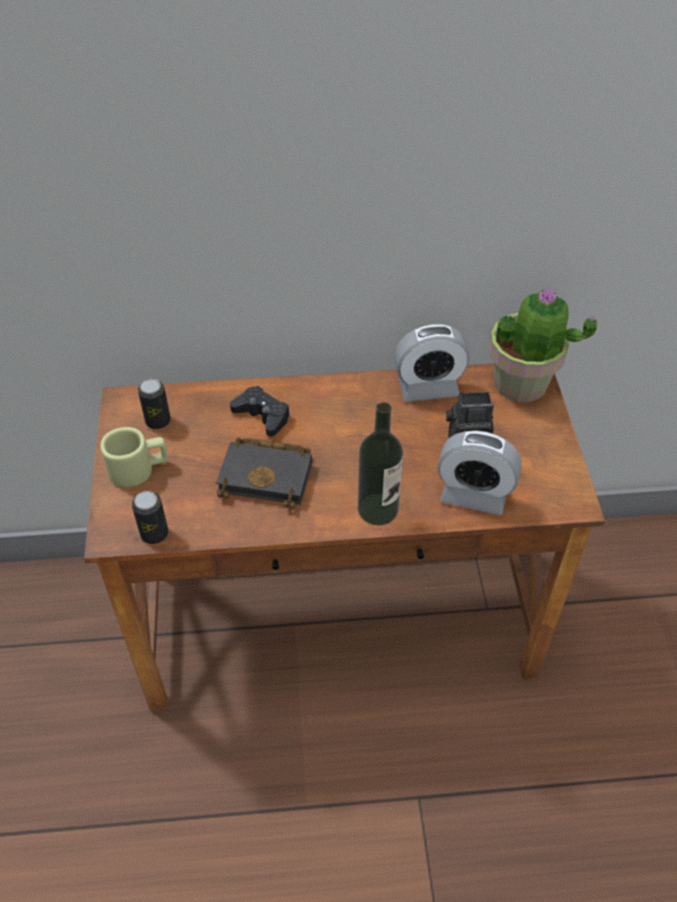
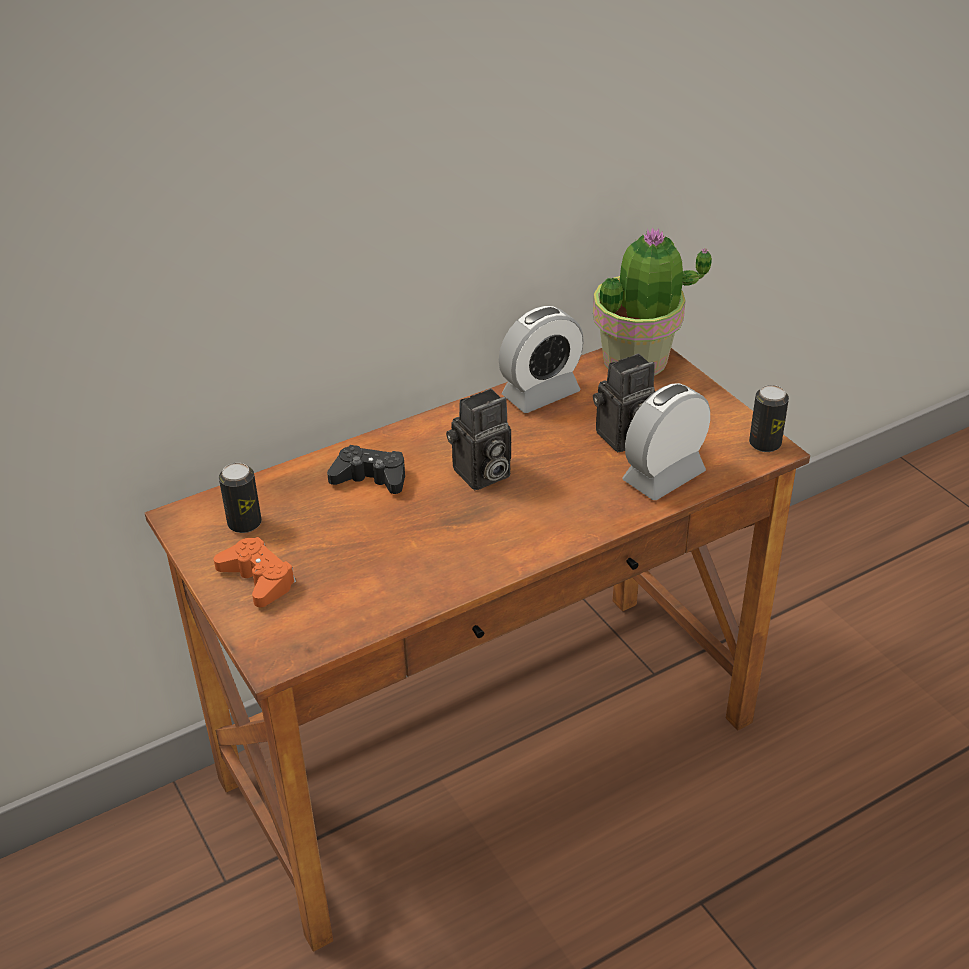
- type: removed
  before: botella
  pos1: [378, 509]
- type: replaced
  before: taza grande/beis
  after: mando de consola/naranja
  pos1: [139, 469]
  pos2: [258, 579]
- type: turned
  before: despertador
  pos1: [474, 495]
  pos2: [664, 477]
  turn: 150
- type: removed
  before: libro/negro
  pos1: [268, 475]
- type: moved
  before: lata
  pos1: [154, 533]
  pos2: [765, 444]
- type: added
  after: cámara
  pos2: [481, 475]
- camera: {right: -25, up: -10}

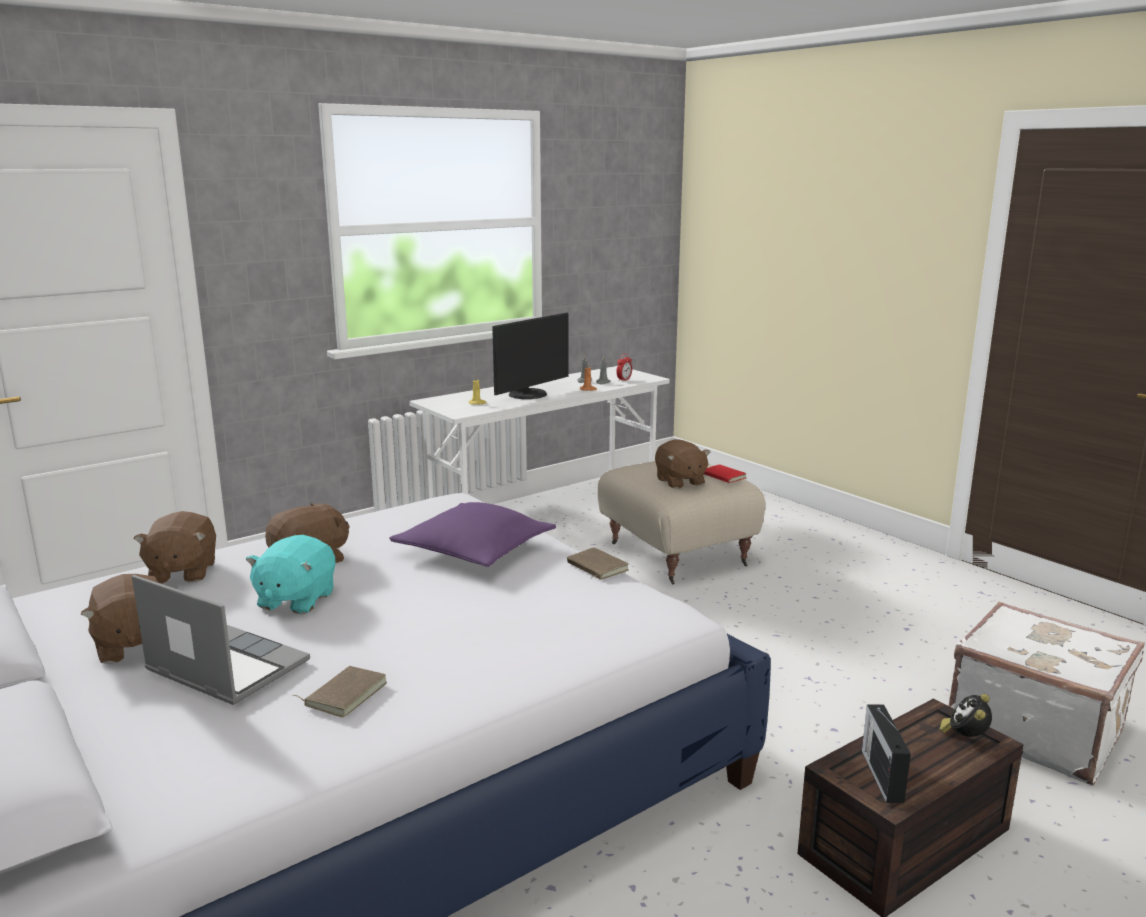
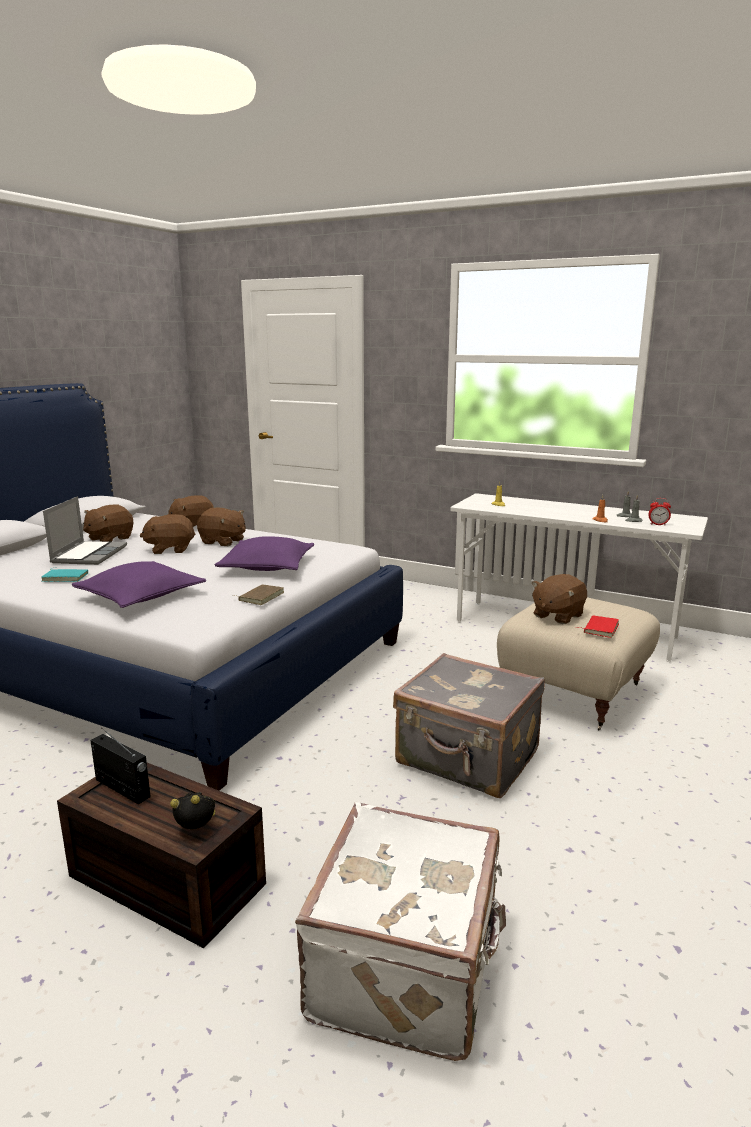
- type: removed
  before: monitor
  pos1: [529, 395]
- type: recoloured
  before: peluche/turquesa
  after: peluche/marrón
  pos1: [295, 600]
  pos2: [170, 549]
- type: recoloured
  before: libro/marrón
  after: libro/turquesa
  pos1: [344, 694]
  pos2: [66, 577]
- type: turned
  before: radio
  pos1: [882, 774]
  pos2: [123, 789]
  turn: 60
- type: added
  after: cojín/morado
  pos2: [141, 596]
- type: added
  after: maleta/gris
  pos2: [467, 759]
- camera: {right: 65, up: 0}

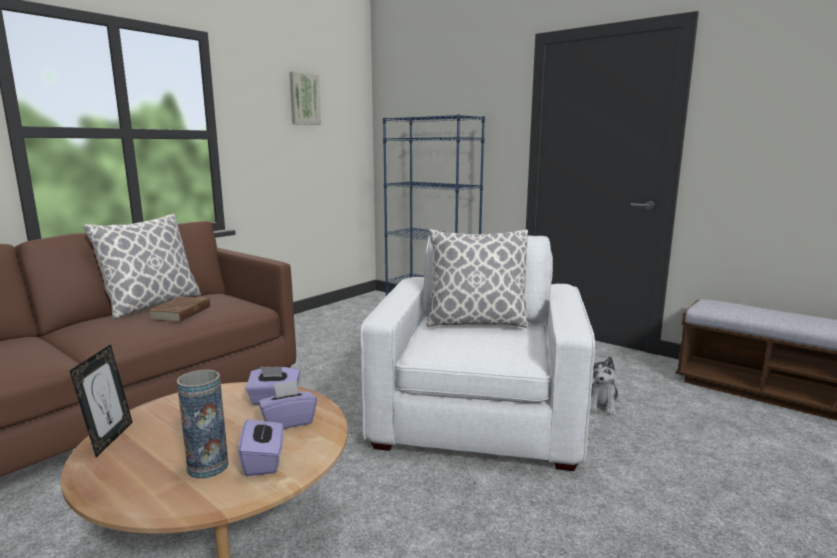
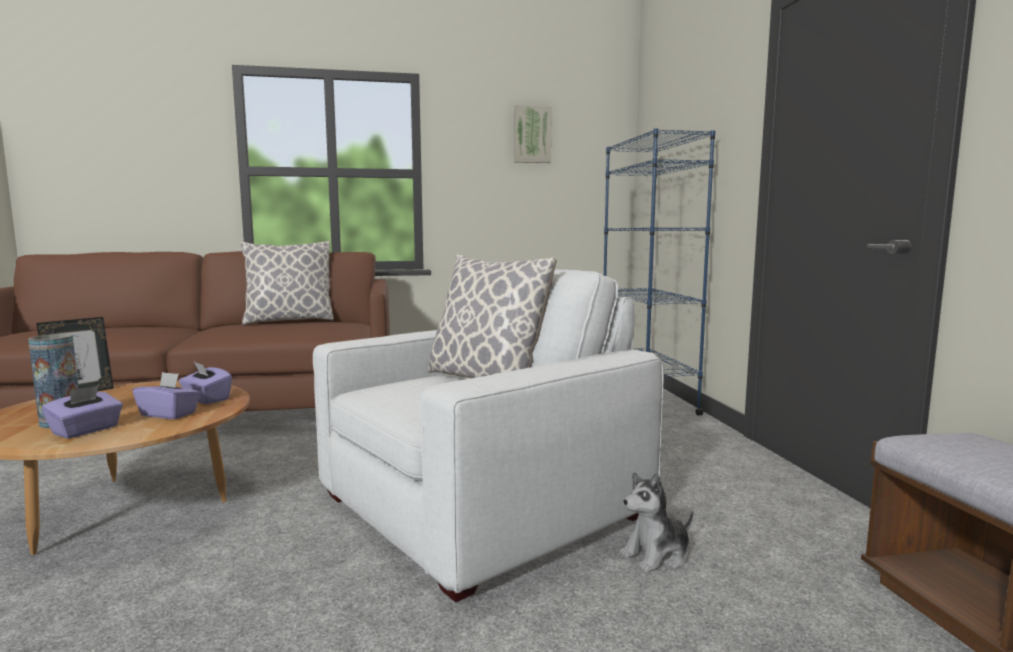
- type: removed
  before: libro/marrón
  pos1: [181, 313]
- camera: {right: 40, up: -5}

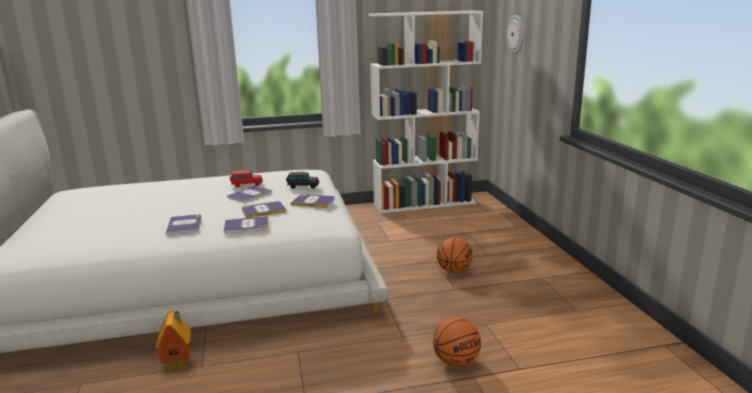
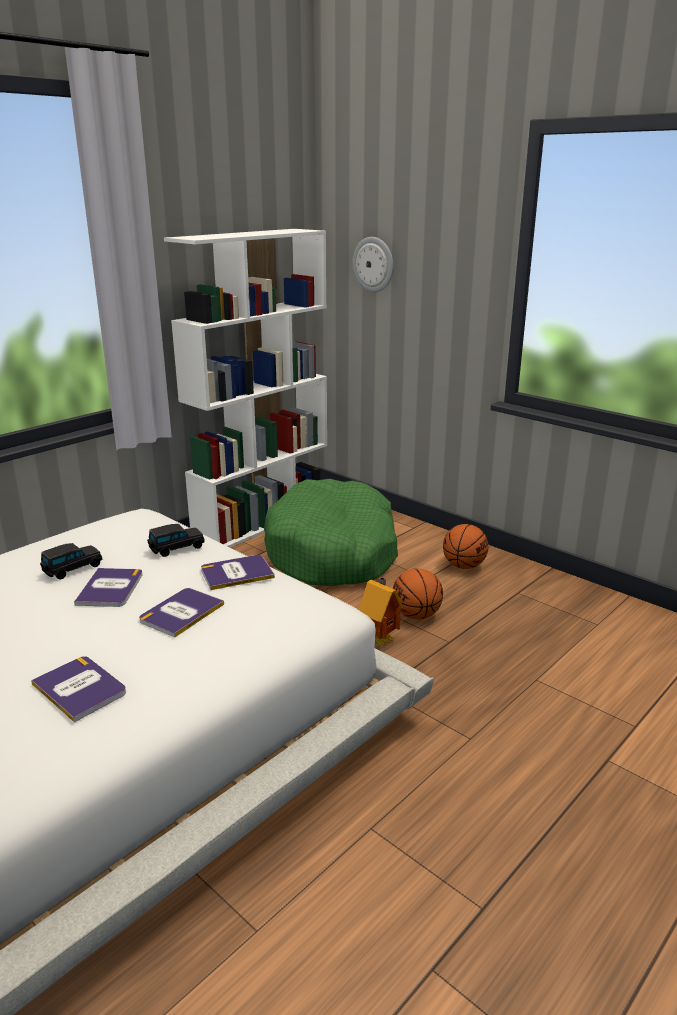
- type: recoloured
  before: coche de juguete/rojo
  after: coche de juguete/negro
  pos1: [246, 185]
  pos2: [72, 569]
- type: removed
  before: libro
  pos1: [246, 226]
- type: moved
  before: casita
  pos1: [179, 366]
  pos2: [380, 639]
- type: moved
  before: balón de baloncesto
  pos1: [456, 361]
  pos2: [463, 566]
- type: added
  after: cama para perro/verde
  pos2: [333, 552]
- camera: {right: -35, up: 5}

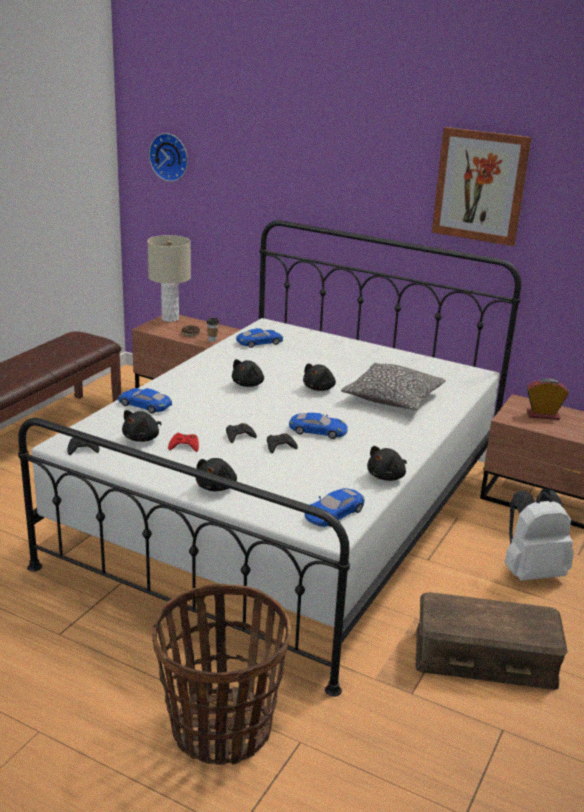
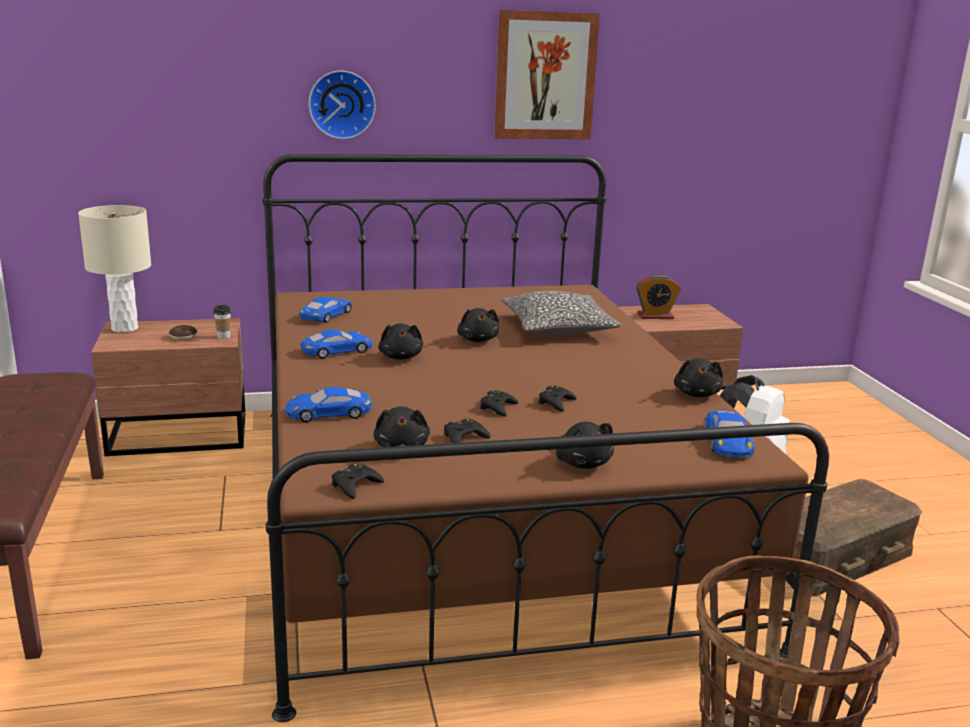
- type: moved
  before: reloj de pared
  pos1: [170, 157]
  pos2: [341, 104]
- type: recoloured
  before: cama/blanco
  after: cama/marrón
  pos1: [286, 513]
  pos2: [479, 510]
- type: turned
  before: despertador
  pos1: [543, 415]
  pos2: [655, 316]
  turn: -150
- type: moved
  before: coche de juguete/azul
  pos1: [318, 430]
  pos2: [337, 350]
- type: recoloured
  before: mando de consola/rojo
  after: mando de consola/negro
  pos1: [184, 446]
  pos2: [464, 437]
- camera: {right: -40, up: -5}

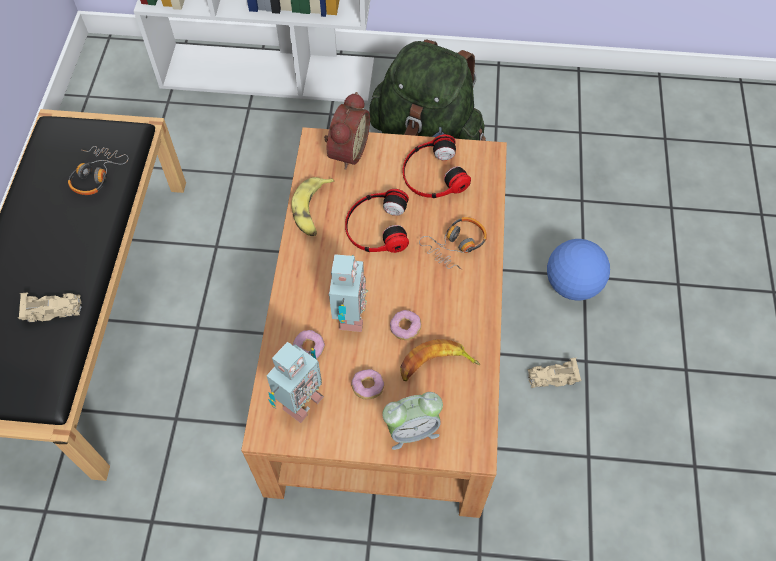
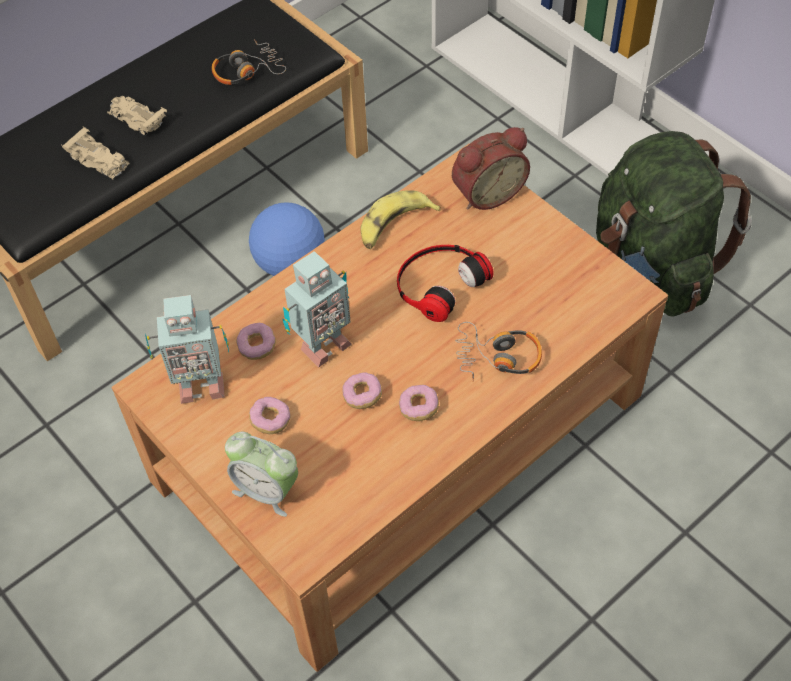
- type: removed
  before: auriculares
  pos1: [433, 174]
- type: moved
  before: balón de fútbol
  pos1: [572, 284]
  pos2: [290, 264]
- type: removed
  before: plátano
  pos1: [436, 365]
- type: moved
  before: coche de juguete/beis
  pos1: [552, 377]
  pos2: [137, 119]
- type: added
  after: rosquilla
  pos2: [419, 408]
- camera: {right: 45, up: -5}

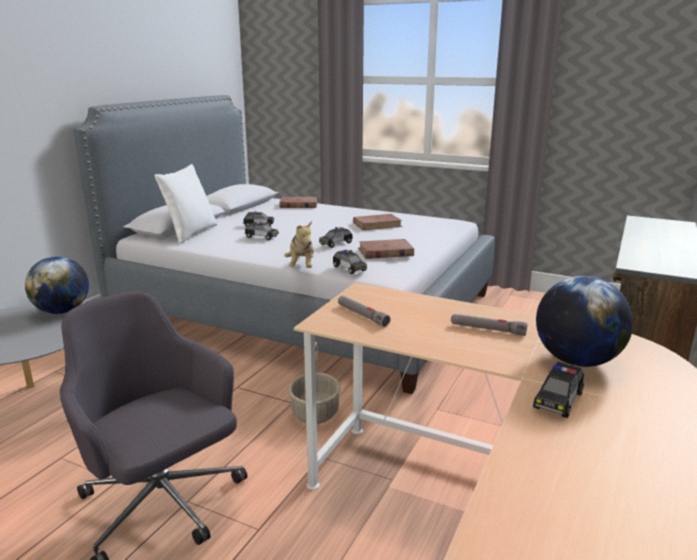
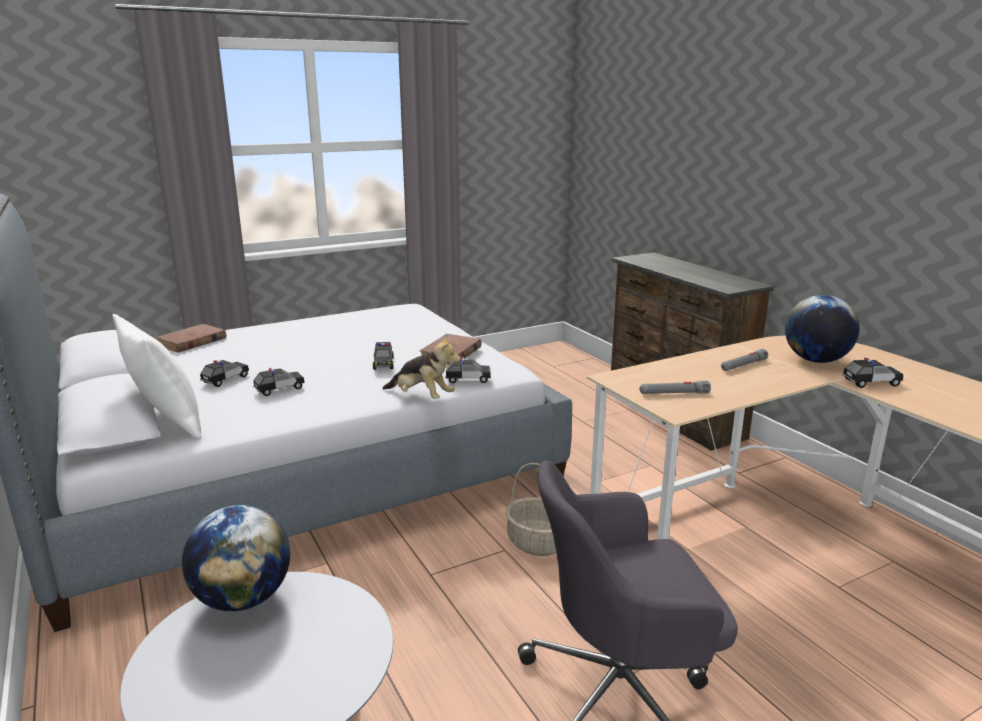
- type: removed
  before: libro/marrón
  pos1: [377, 225]
- type: turned
  before: coche de juguete
  pos1: [558, 400]
  pos2: [870, 382]
  turn: -75
- camera: {right: -55, up: 0}

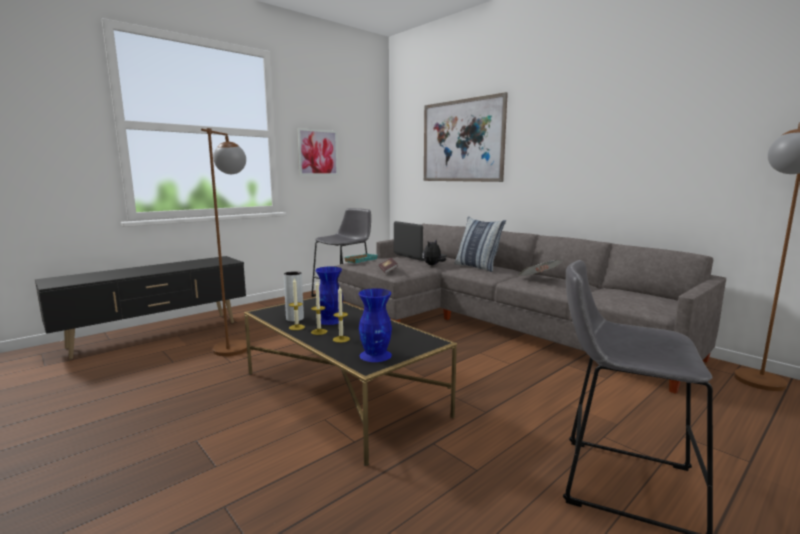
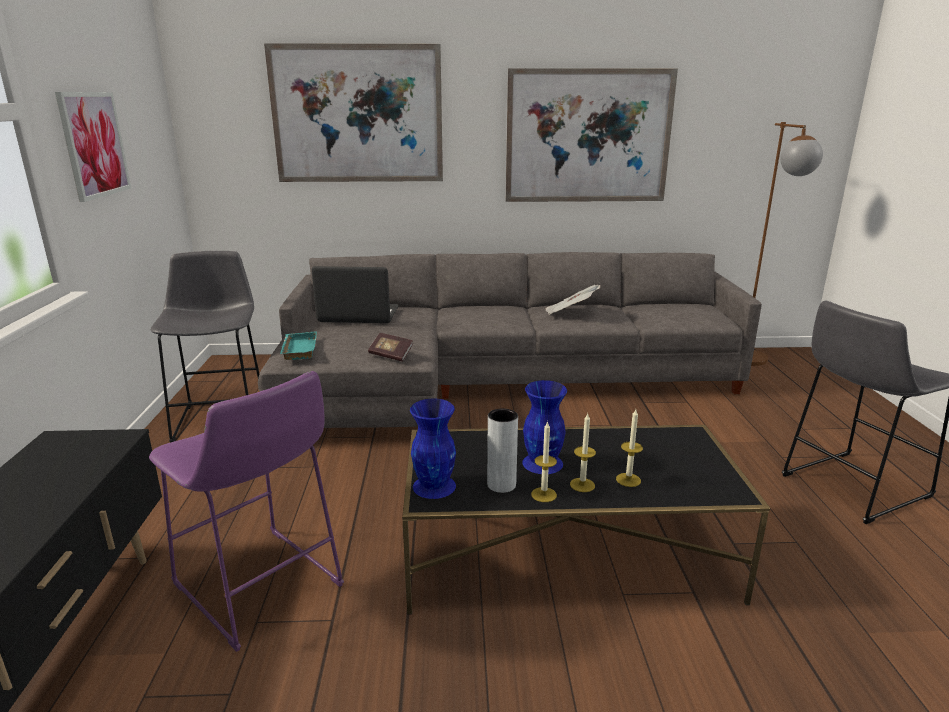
- type: replaced
  before: lámpara de pie/marrón
  after: taburete/morado
  pos1: [236, 344]
  pos2: [261, 590]
- type: removed
  before: cojín
  pos1: [477, 267]
- type: removed
  before: peluche
  pos1: [433, 265]
- type: moved
  before: florero/azul
  pos1: [376, 355]
  pos2: [435, 486]
- type: added
  after: cuadro
  pos2: [588, 137]
- camera: {right: -50, up: 10}

